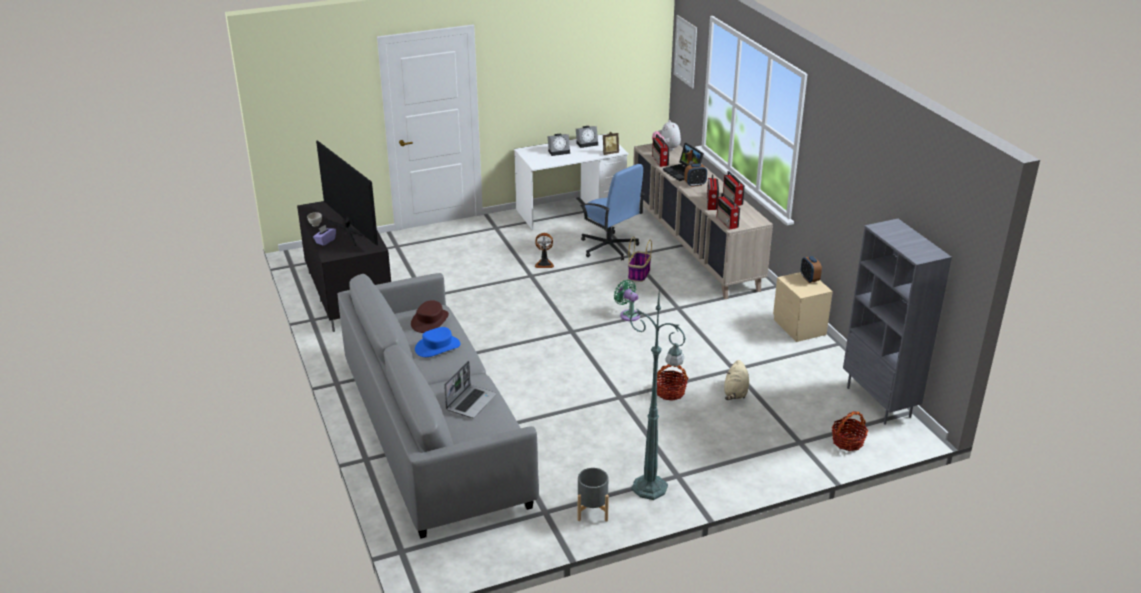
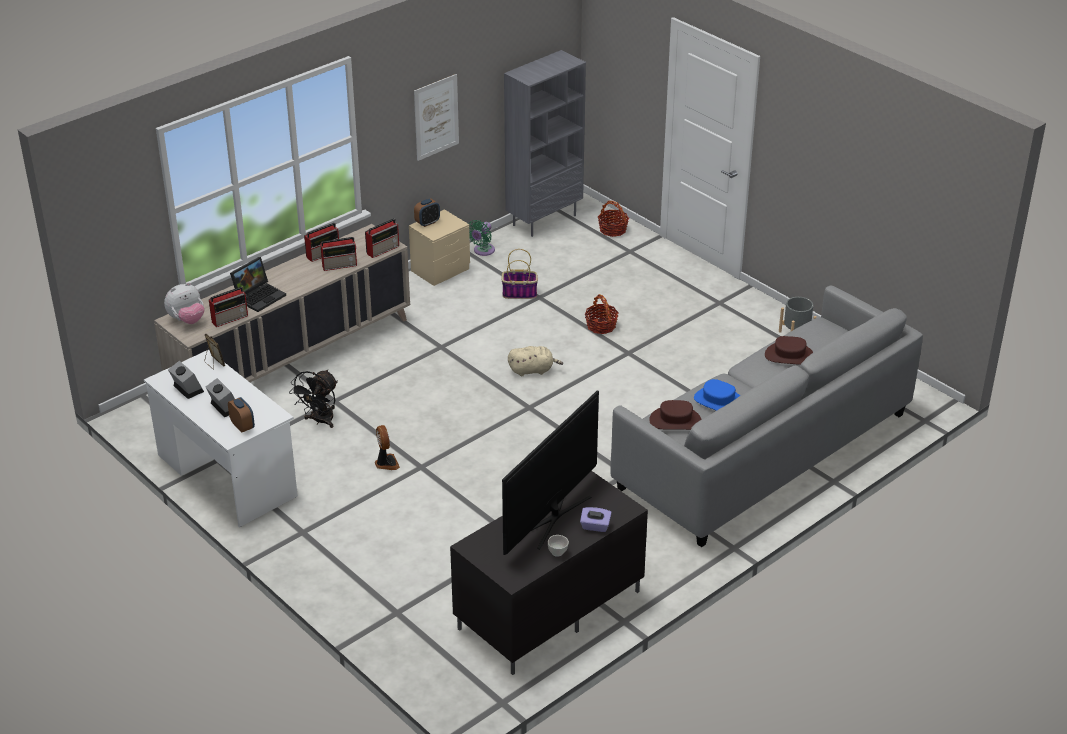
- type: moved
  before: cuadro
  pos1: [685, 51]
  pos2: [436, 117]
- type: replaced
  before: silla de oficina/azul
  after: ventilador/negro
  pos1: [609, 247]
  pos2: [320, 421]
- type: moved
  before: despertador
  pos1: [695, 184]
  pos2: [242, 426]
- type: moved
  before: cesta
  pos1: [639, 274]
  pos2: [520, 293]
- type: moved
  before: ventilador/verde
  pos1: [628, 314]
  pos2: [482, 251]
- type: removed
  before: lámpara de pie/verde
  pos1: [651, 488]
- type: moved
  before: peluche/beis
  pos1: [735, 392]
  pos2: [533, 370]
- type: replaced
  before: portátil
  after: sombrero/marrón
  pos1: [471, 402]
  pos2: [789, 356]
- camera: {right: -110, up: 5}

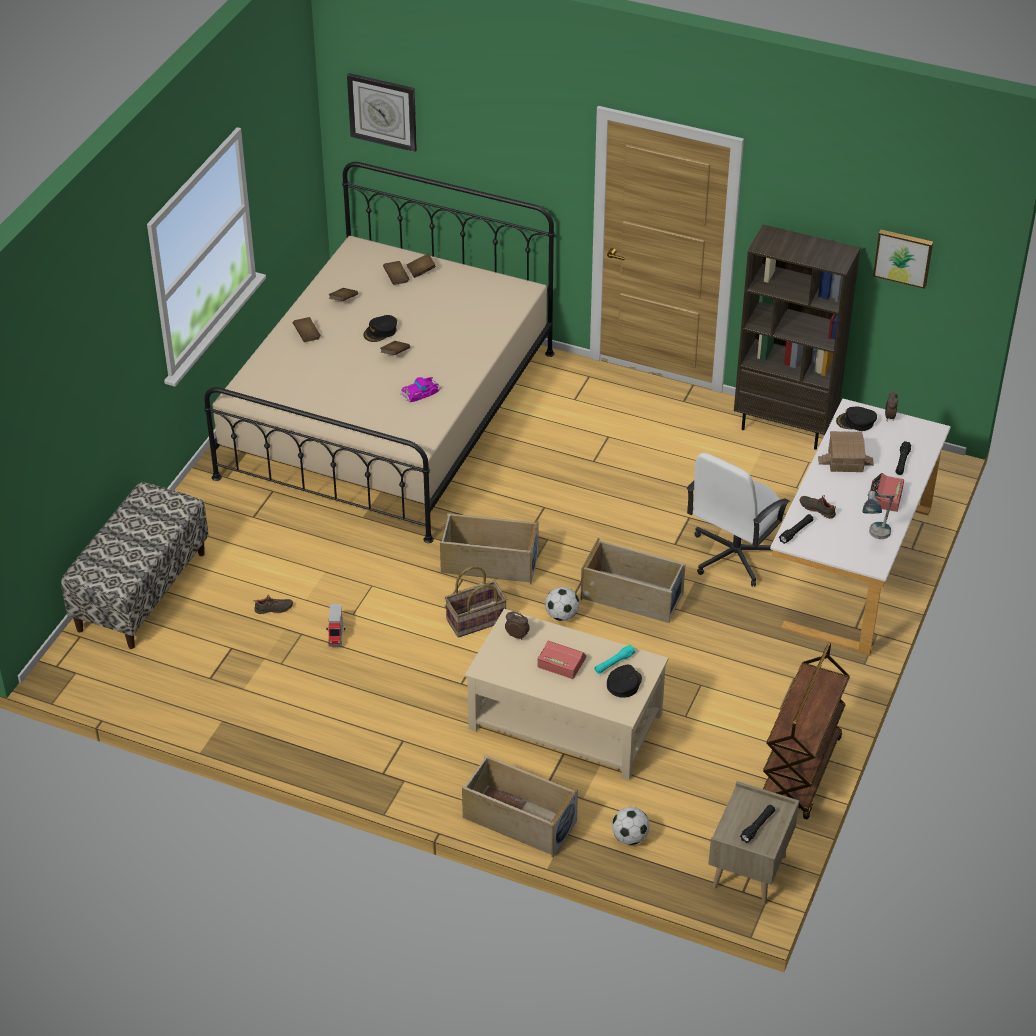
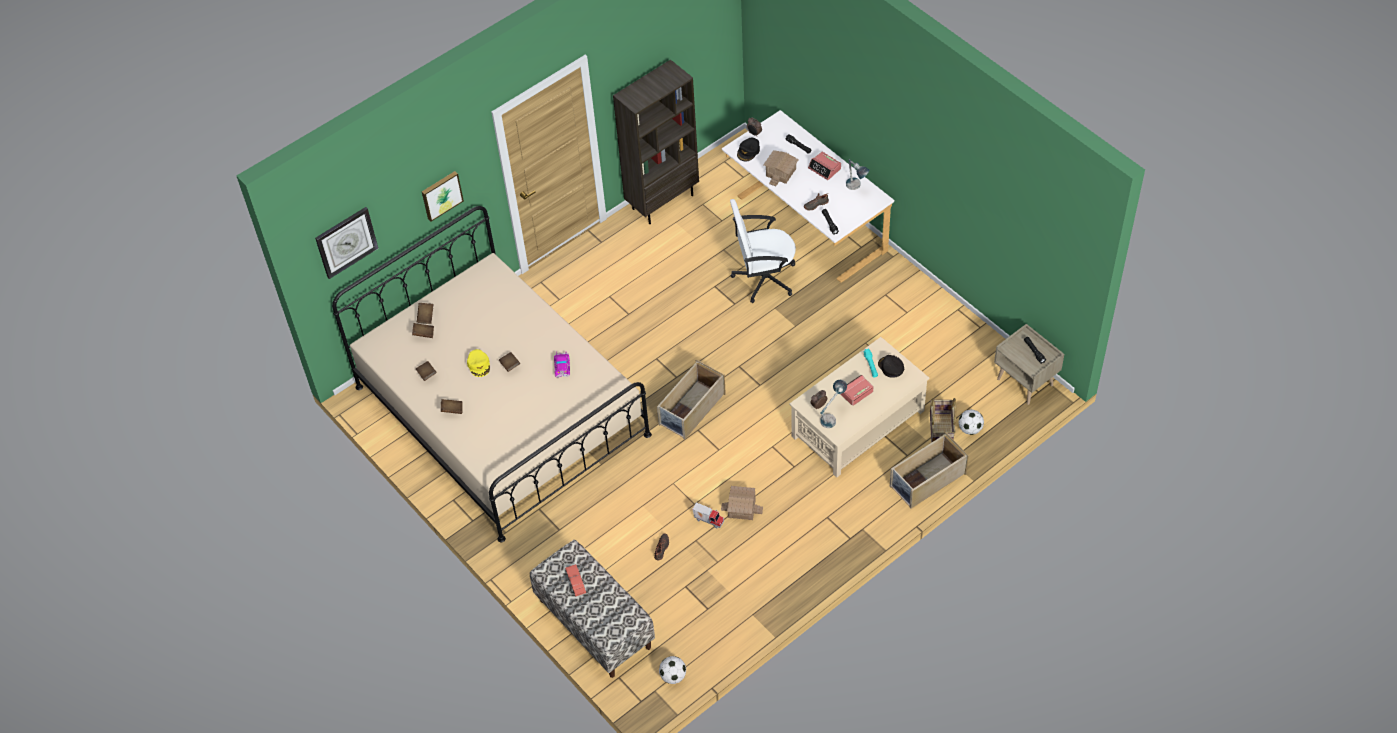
- type: moved
  before: cuadro
  pos1: [903, 257]
  pos2: [441, 195]
- type: recoloured
  before: gorra/negro
  after: gorra/amarillo
  pos1: [380, 332]
  pos2: [479, 365]
- type: turned
  before: silla de oficina/blanco
  pos1: [734, 555]
  pos2: [763, 278]
  turn: 105
- type: removed
  before: caja de almacenaje/beis
  pos1: [633, 596]
- type: moved
  before: cesta
  pos1: [476, 621]
  pos2: [941, 430]
- type: moved
  before: balón de fútbol
  pos1: [561, 615]
  pos2: [673, 676]
- type: removed
  before: carrito/marrón
  pos1: [801, 772]
- type: added
  after: lámpara de mesa
  pos2: [832, 417]
- type: added
  after: casita
  pos2: [741, 509]
- type: added
  after: coche de juguete/rojo
  pos2: [576, 583]
- camera: {right: -60, up: 10}

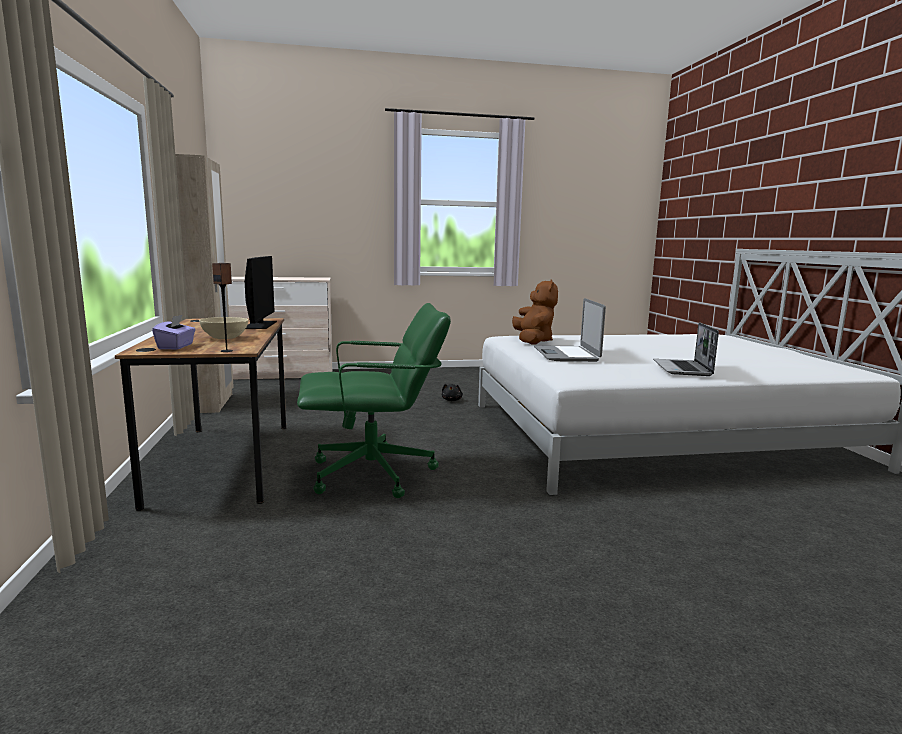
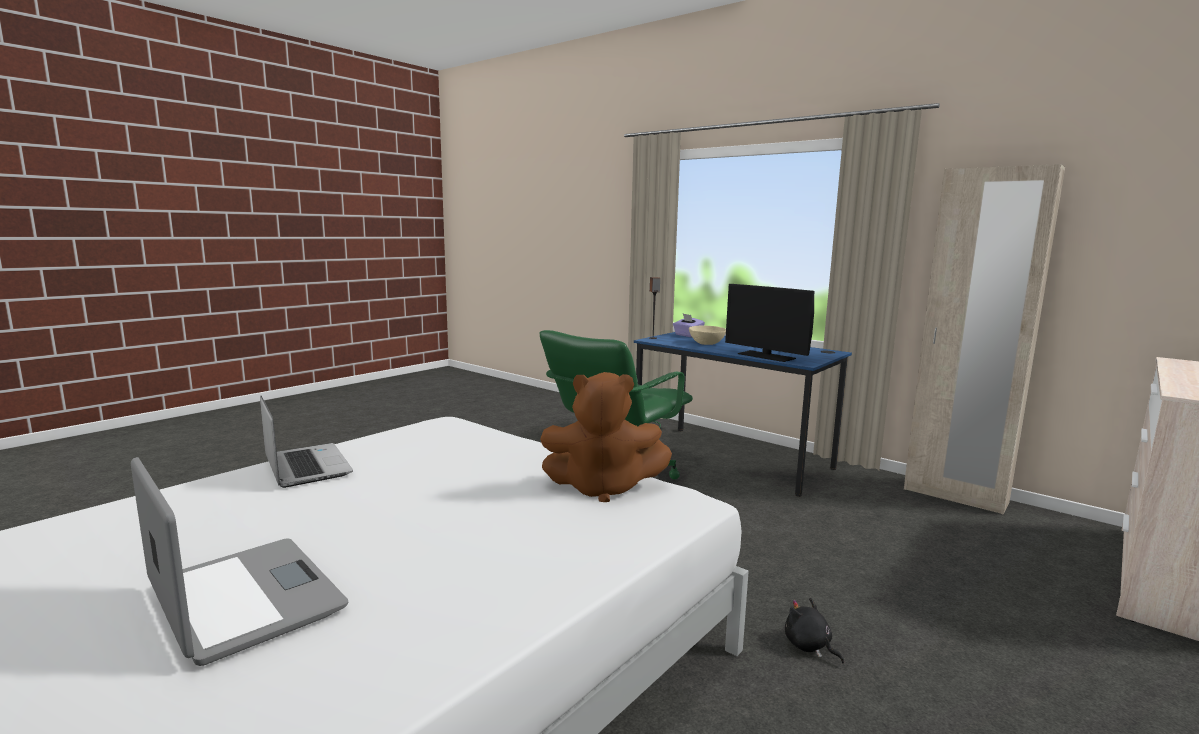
- type: turned
  before: peluche/marrón
  pos1: [533, 341]
  pos2: [603, 488]
  turn: -45
- type: moved
  before: portátil
  pos1: [566, 355]
  pos2: [244, 599]
- type: recoloured
  before: escritorio/marrón
  after: escritorio/azul
  pos1: [224, 461]
  pos2: [731, 458]
- camera: {right: 140, up: 0}

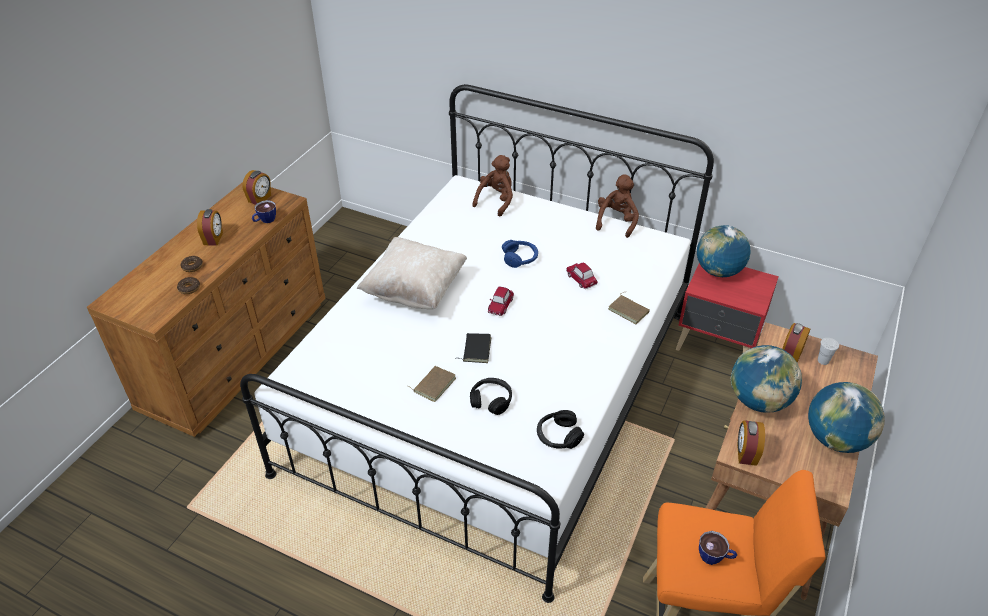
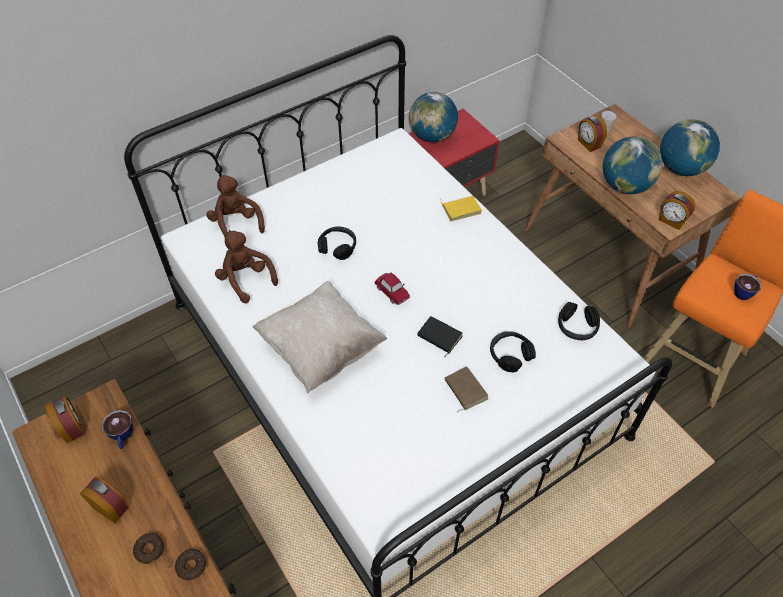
- type: moved
  before: peluche/marrón
  pos1: [616, 221]
  pos2: [246, 279]
- type: recoloured
  before: auriculares/azul
  after: auriculares/negro
  pos1: [520, 258]
  pos2: [337, 247]
- type: removed
  before: coche de juguete
  pos1: [581, 279]
- type: recoloured
  before: libro/marrón
  after: libro/amarillo
  pos1: [629, 310]
  pos2: [461, 209]
- camera: {right: -60, up: 10}

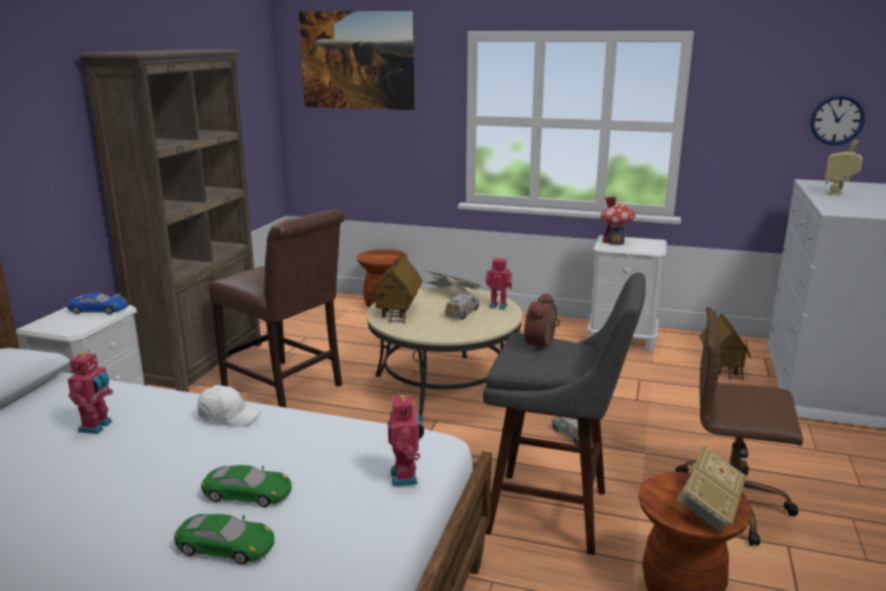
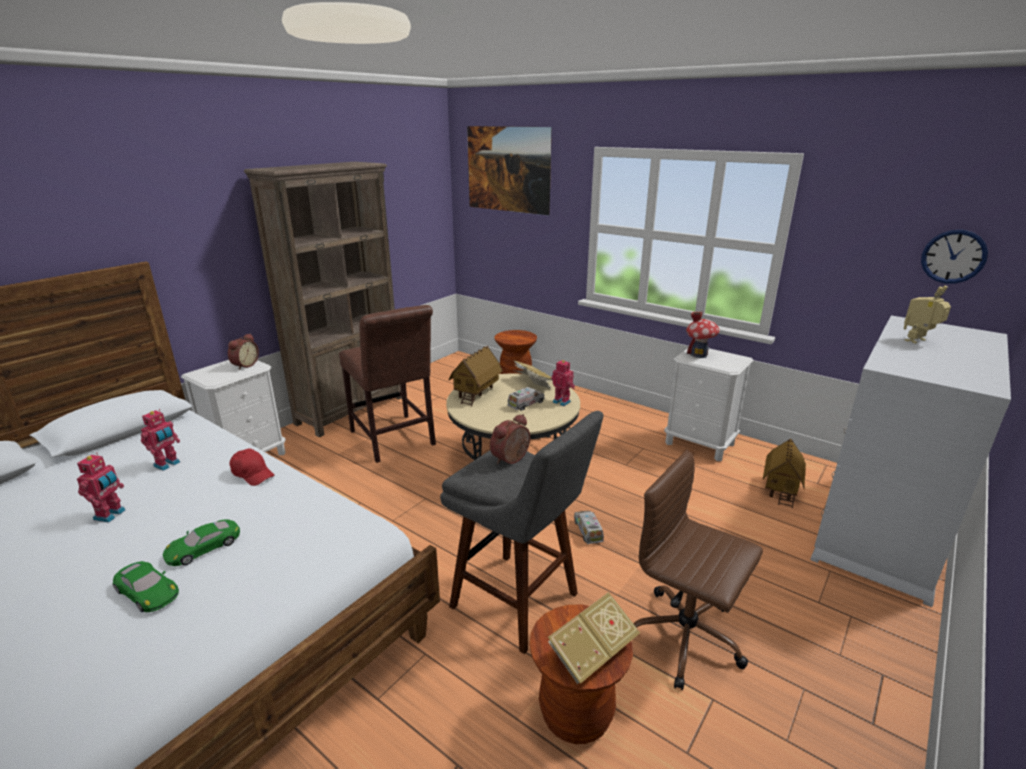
- type: replaced
  before: coche de juguete/azul
  after: despertador
  pos1: [98, 309]
  pos2: [244, 365]
- type: recoloured
  before: gorra/blanco
  after: gorra/rojo
  pos1: [228, 416]
  pos2: [253, 474]
- type: moved
  before: robot de juguete
  pos1: [406, 477]
  pos2: [111, 515]
- type: turned
  before: coche de juguete/verde
  pos1: [247, 493]
  pos2: [203, 547]
  turn: 105
- camera: {right: 20, up: 5}

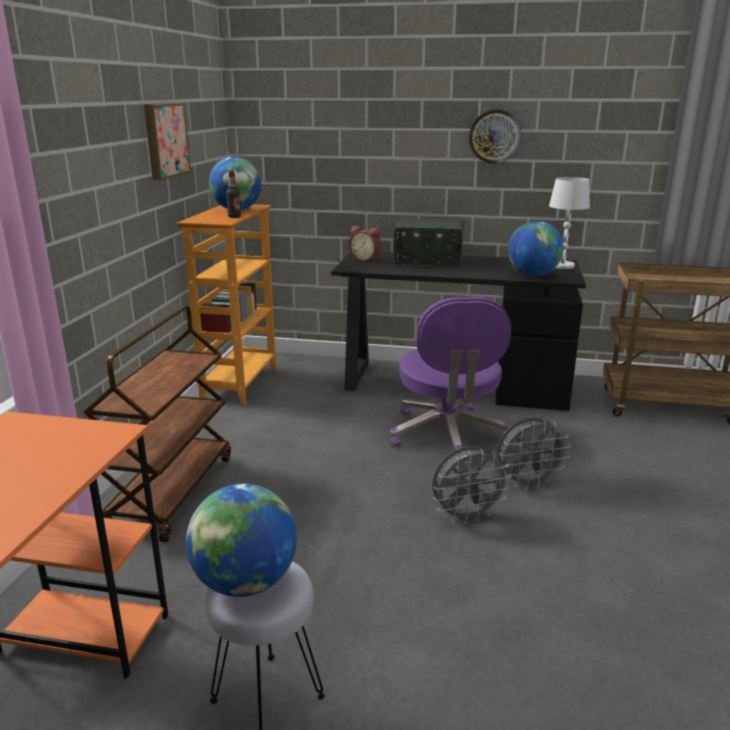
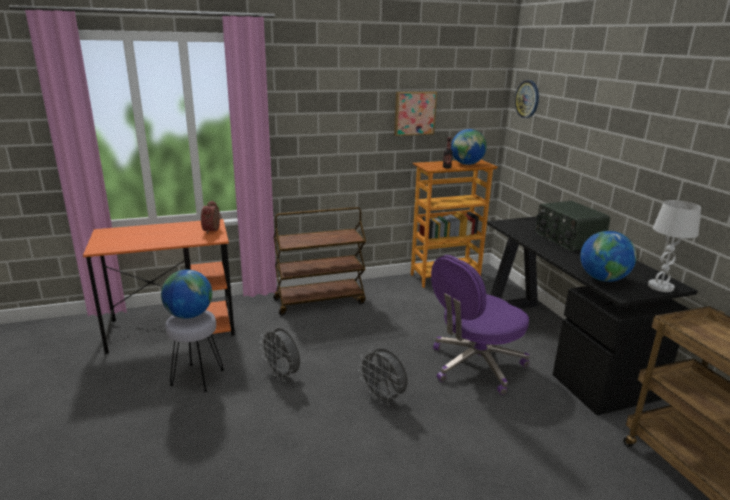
- type: moved
  before: reloj de pared
  pos1: [495, 136]
  pos2: [527, 99]
- type: moved
  before: despertador
  pos1: [366, 259]
  pos2: [213, 230]
- type: moved
  before: ventilador/gris
  pos1: [527, 482]
  pos2: [282, 375]
- camera: {right: 60, up: 0}

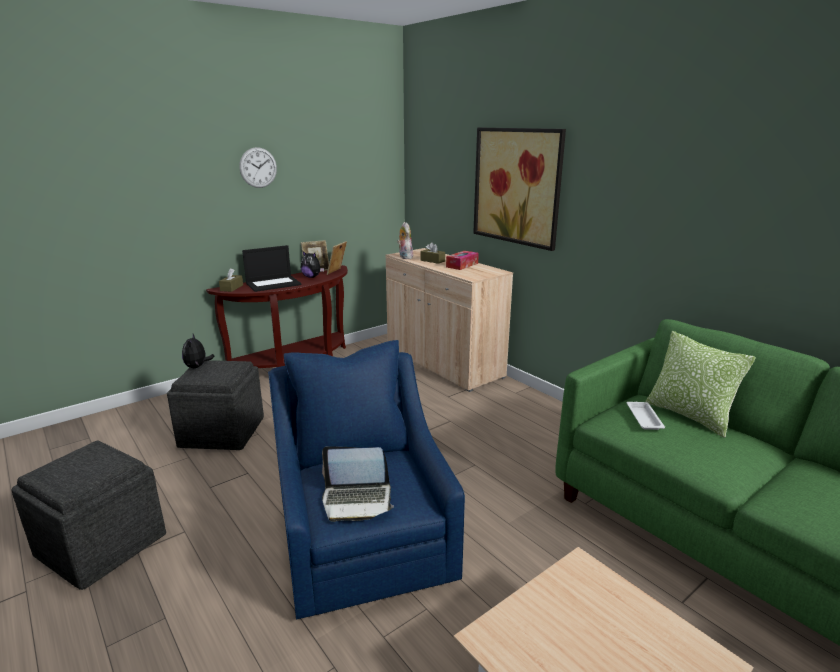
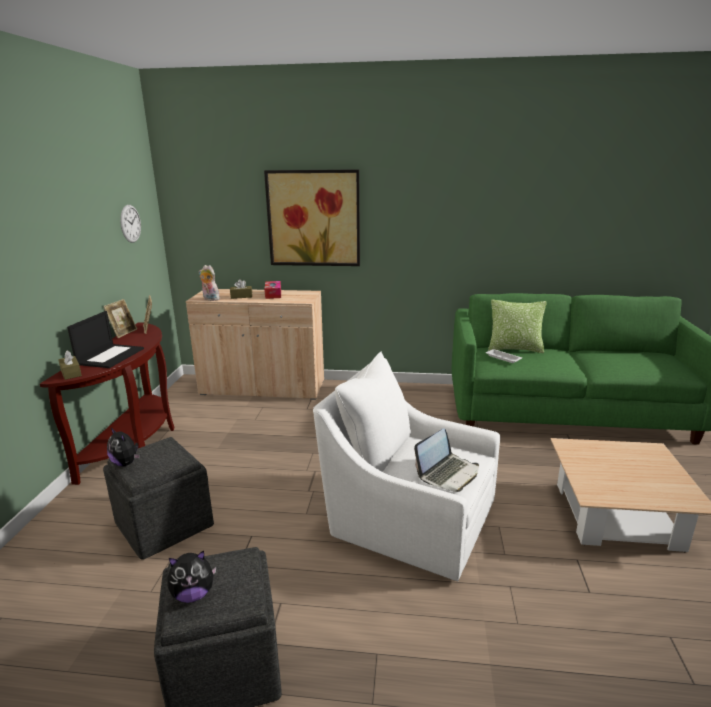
- type: moved
  before: reloj de pared
  pos1: [258, 167]
  pos2: [130, 223]
- type: moved
  before: peluche
  pos1: [312, 277]
  pos2: [193, 594]
- type: recoloured
  before: sillón/azul
  after: sillón/blanco
  pos1: [364, 538]
  pos2: [408, 518]
- camera: {right: -45, up: 0}

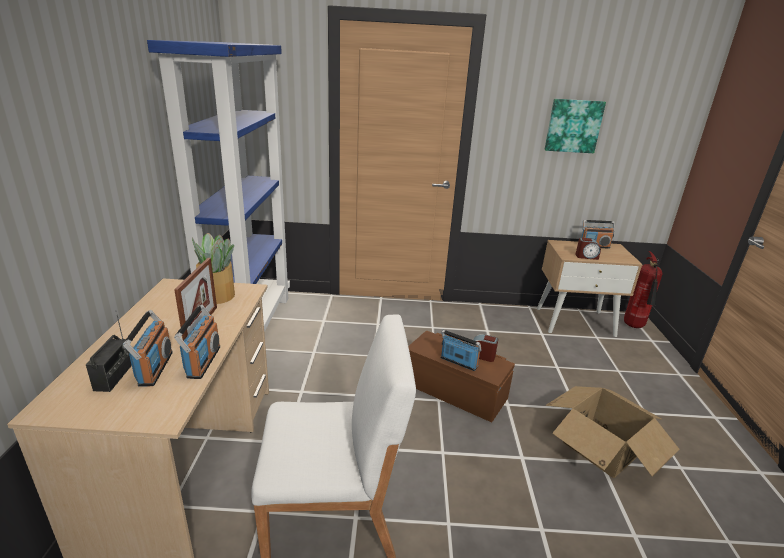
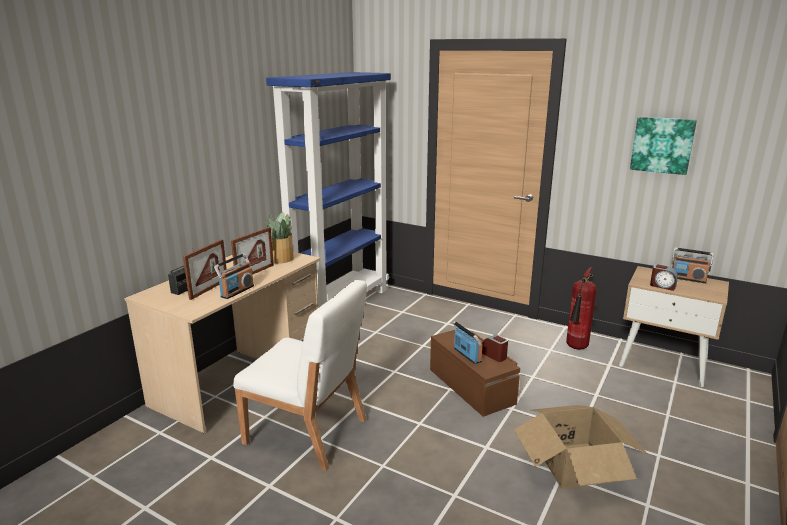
- type: moved
  before: extintor
  pos1: [634, 327]
  pos2: [576, 348]
- type: replaced
  before: radio
  after: portarretratos
  pos1: [155, 368]
  pos2: [209, 289]
- camera: {right: 30, up: -5}

